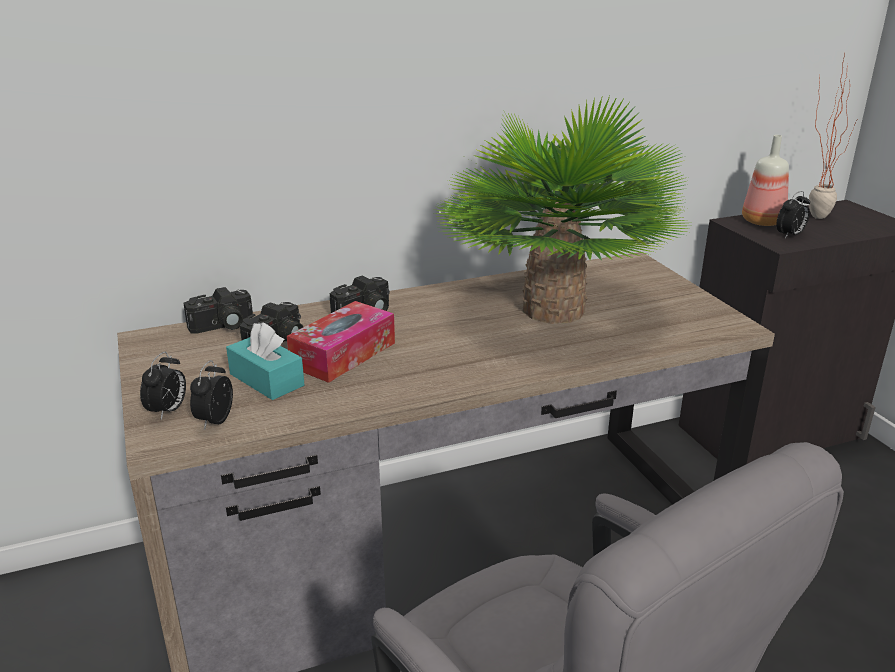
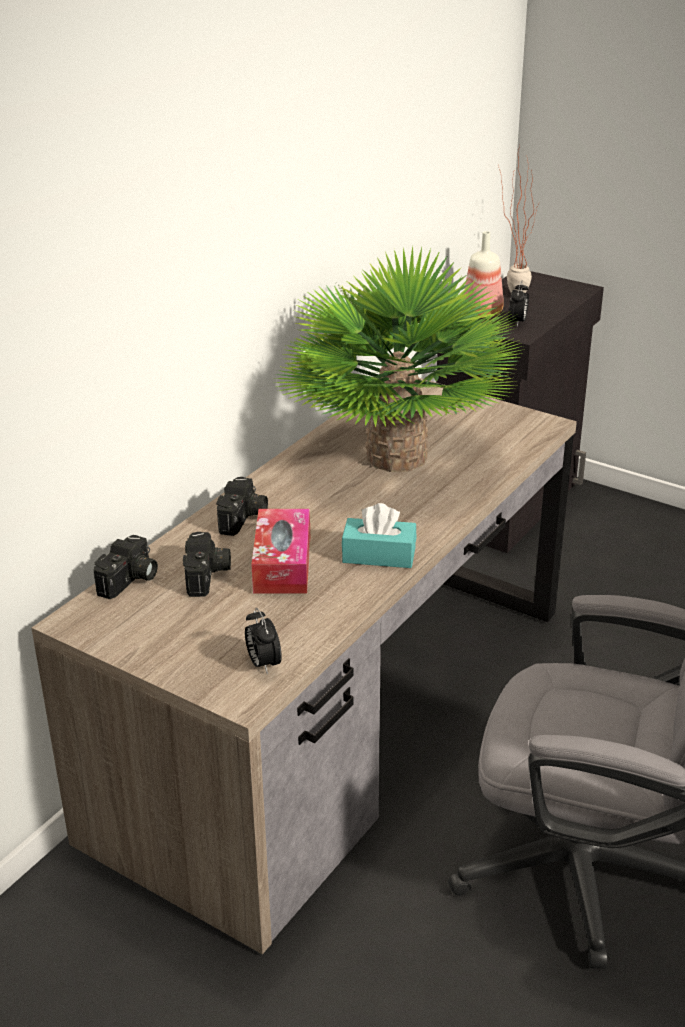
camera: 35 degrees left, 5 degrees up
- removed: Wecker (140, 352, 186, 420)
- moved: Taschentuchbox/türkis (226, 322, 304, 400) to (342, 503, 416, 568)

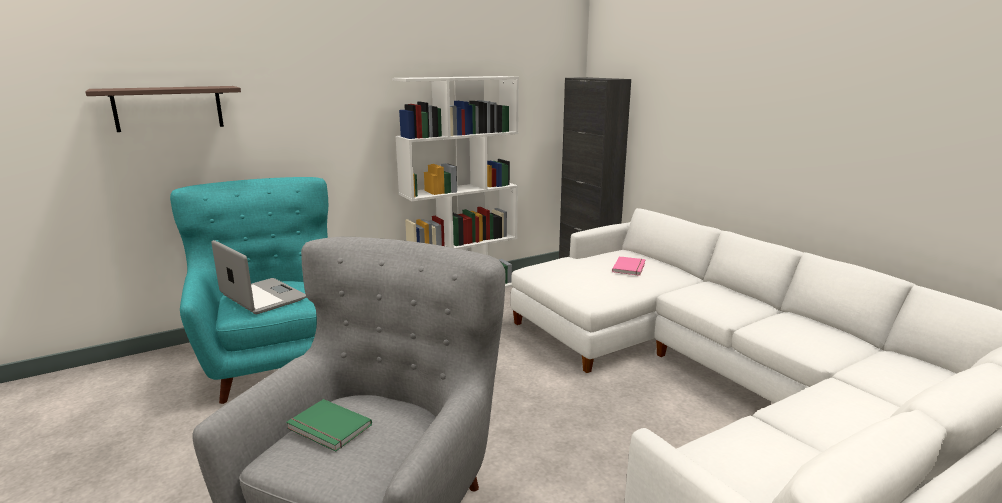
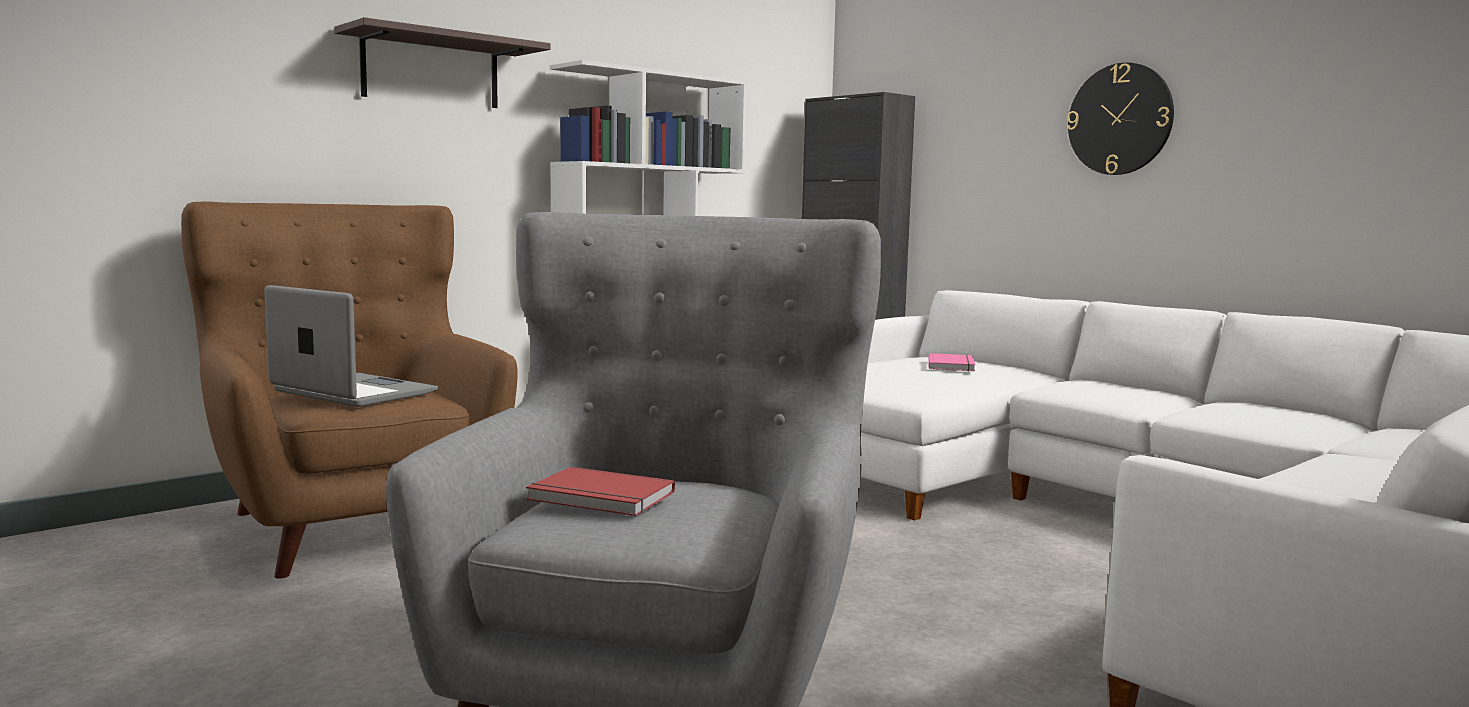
camera: 10 degrees left, 10 degrees down
- added: Wanduhr (1067, 62, 1174, 175)
- moved: Wandregal (85, 86, 241, 132) to (334, 17, 551, 108)
- recoloured: Sessel/türkis (170, 177, 328, 404) to Sessel/braun (181, 202, 518, 578)
- recoloured: Buch/grün (286, 399, 372, 452) to Buch/rot (526, 467, 675, 516)

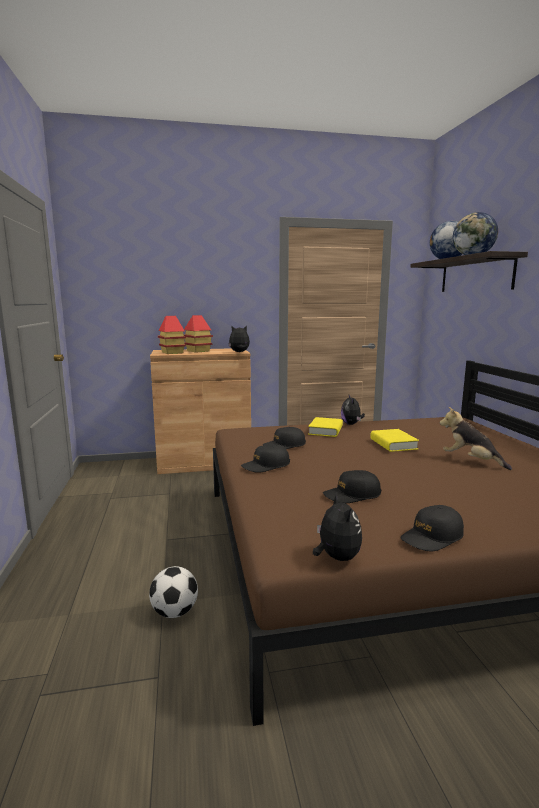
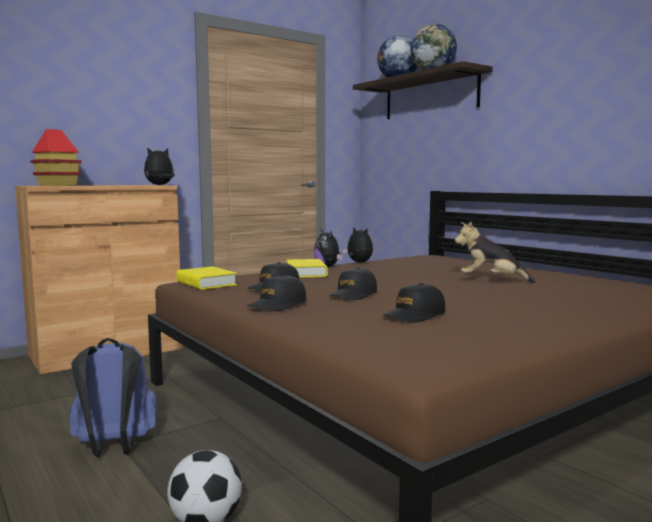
camera: 25 degrees left, 5 degrees down
- removed: Spielzeughaus (184, 315, 213, 353)
- added: Rucksack/blau (69, 338, 157, 457)
- moved: Plüschtier (313, 493, 362, 561) to (343, 227, 373, 263)
- moved: Buch/gelb (370, 429, 419, 452) to (176, 266, 237, 290)
- moved: Kappe/schwarz (400, 505, 464, 551) to (330, 267, 377, 300)

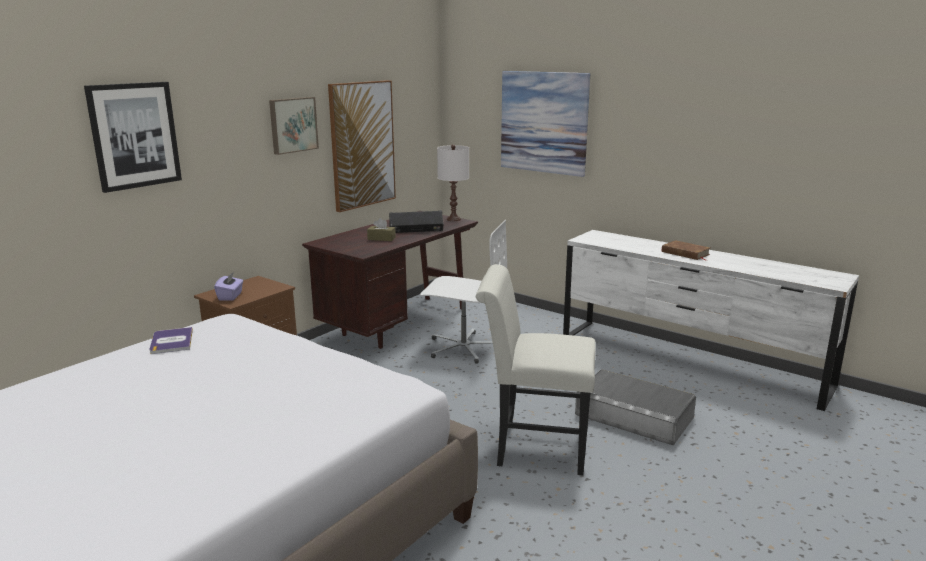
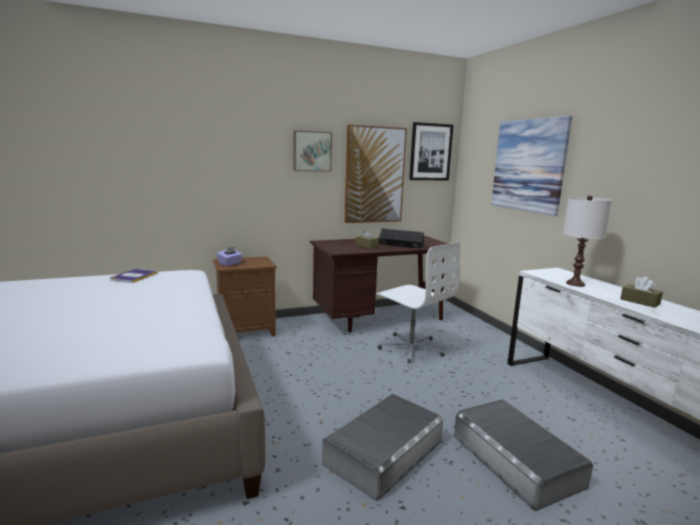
camera: 30 degrees right, 5 degrees down
- moved: Bild (84, 82, 182, 193) to (409, 122, 453, 181)
- moved: Tischlampe/weiß (437, 145, 469, 221) to (563, 195, 612, 287)
- replaced: Stuhl/weiß (476, 264, 596, 475) to Aufbewahrungsbox/grau (322, 394, 443, 501)
- replaced: Buch/braun (662, 240, 710, 261) to Taschentuchbox/braun (620, 276, 663, 308)

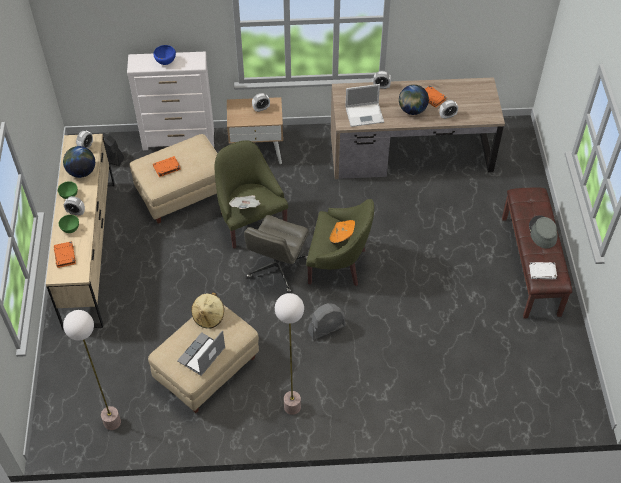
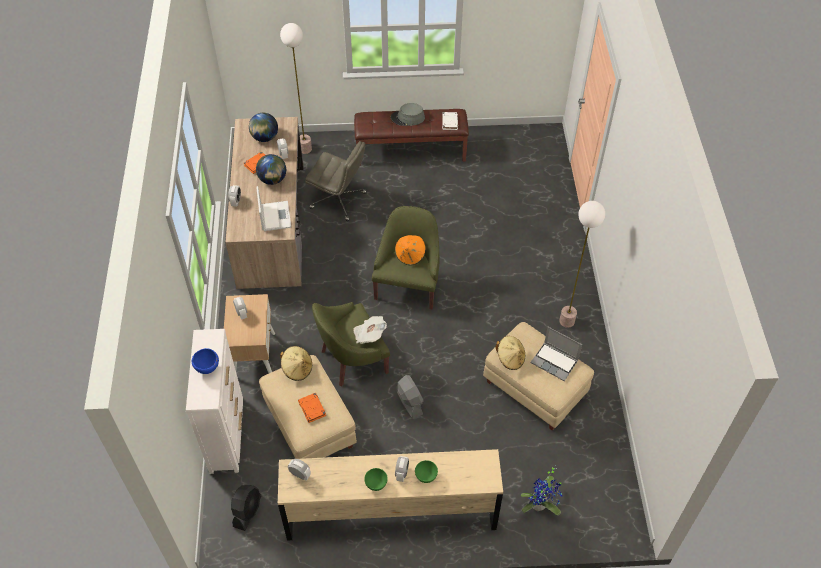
camera: 90 degrees left, 0 degrees up
- removed: Buch/orange (54, 241, 76, 268)
- added: Hut/beige (280, 346, 312, 381)
- added: Topfpflanze (521, 465, 562, 515)
- moved: Globus (63, 146, 95, 178) to (249, 113, 278, 142)
- moved: Stehlampe (63, 310, 121, 430) to (280, 23, 312, 154)
- moved: Bürostuhl/grau (244, 215, 309, 293) to (305, 141, 367, 221)
- moved: Ventilator/grau (308, 303, 346, 340) to (396, 375, 423, 419)

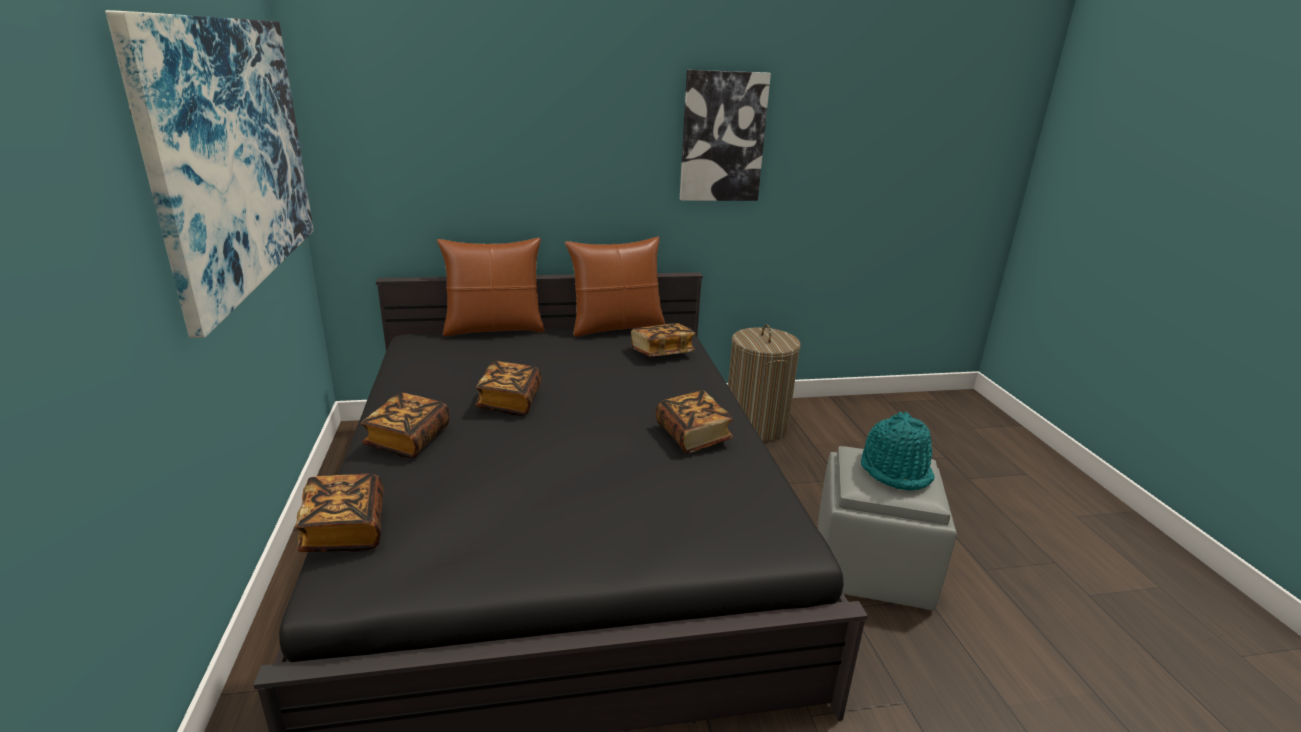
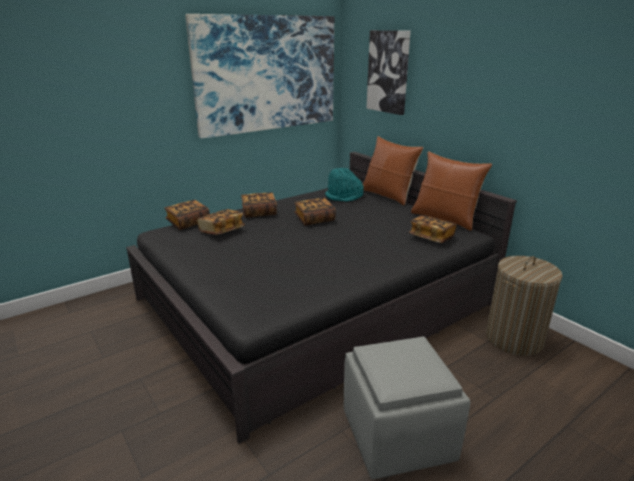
camera: 65 degrees right, 0 degrees up
- moved: Buch (656, 391, 733, 453) to (197, 209, 245, 235)
- moved: Bild (680, 70, 771, 201) to (366, 30, 411, 115)
- moved: Hut/türkis (861, 412, 935, 491) to (325, 168, 364, 201)

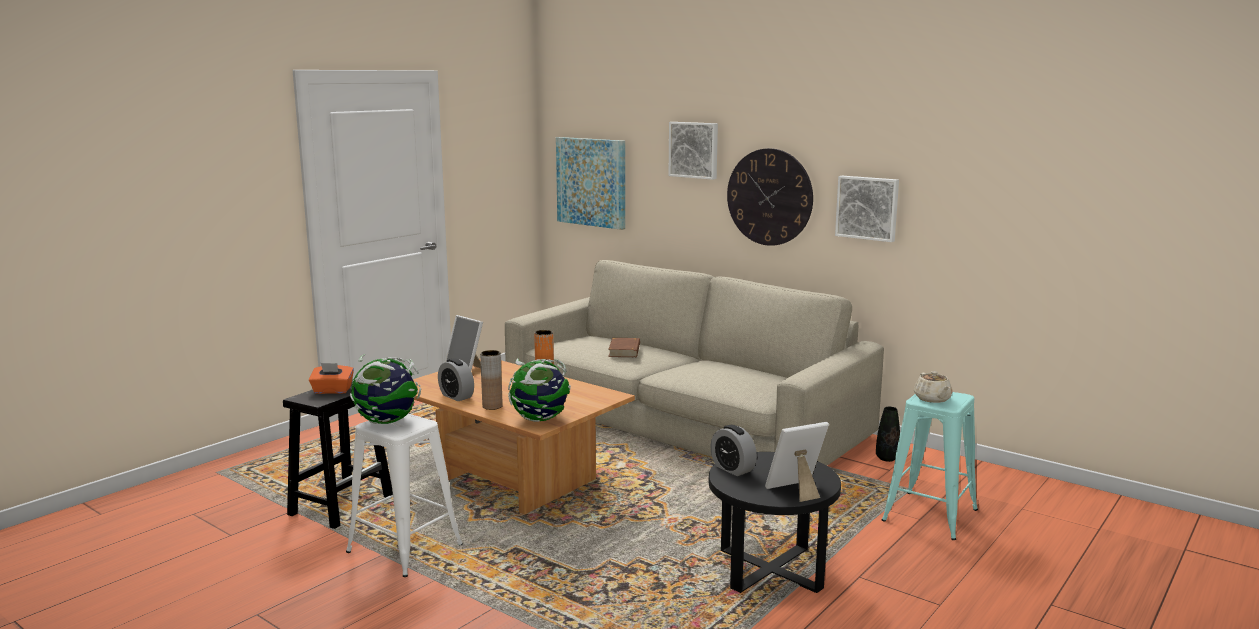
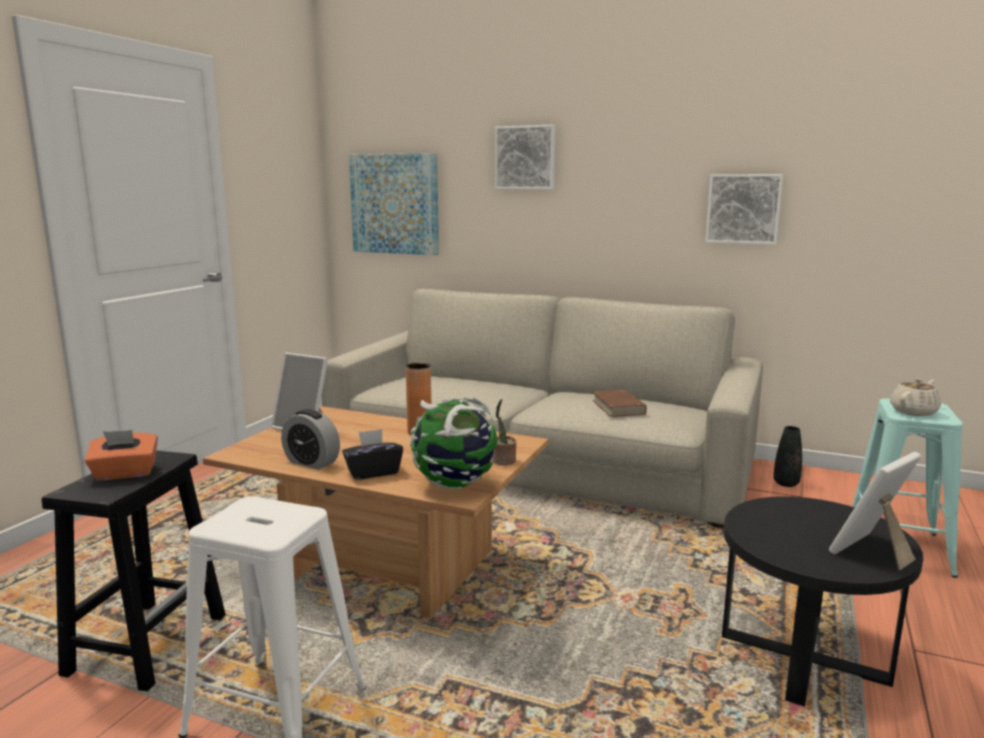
camera: 15 degrees left, 0 degrees up
- removed: Globus (350, 354, 421, 424)
- removed: Wecker (710, 425, 757, 476)
- removed: Wanduhr (727, 148, 813, 246)
- added: Topfpflanze (492, 399, 516, 465)
- moved: Buch/braun (608, 338, 640, 357) to (592, 390, 647, 417)
- replaced: Vase/braun (480, 350, 503, 410) to Taschentuchbox/schwarz (342, 429, 403, 480)
- turned: Teekanne/beige (914, 371, 952, 403) = (890, 378, 941, 416) 105 degrees counterclockwise

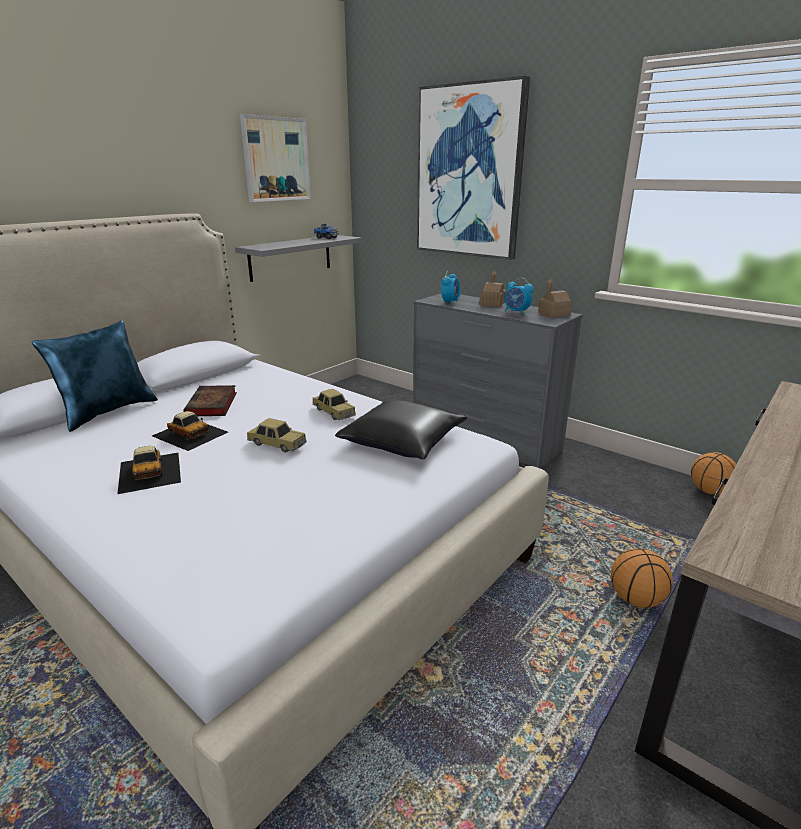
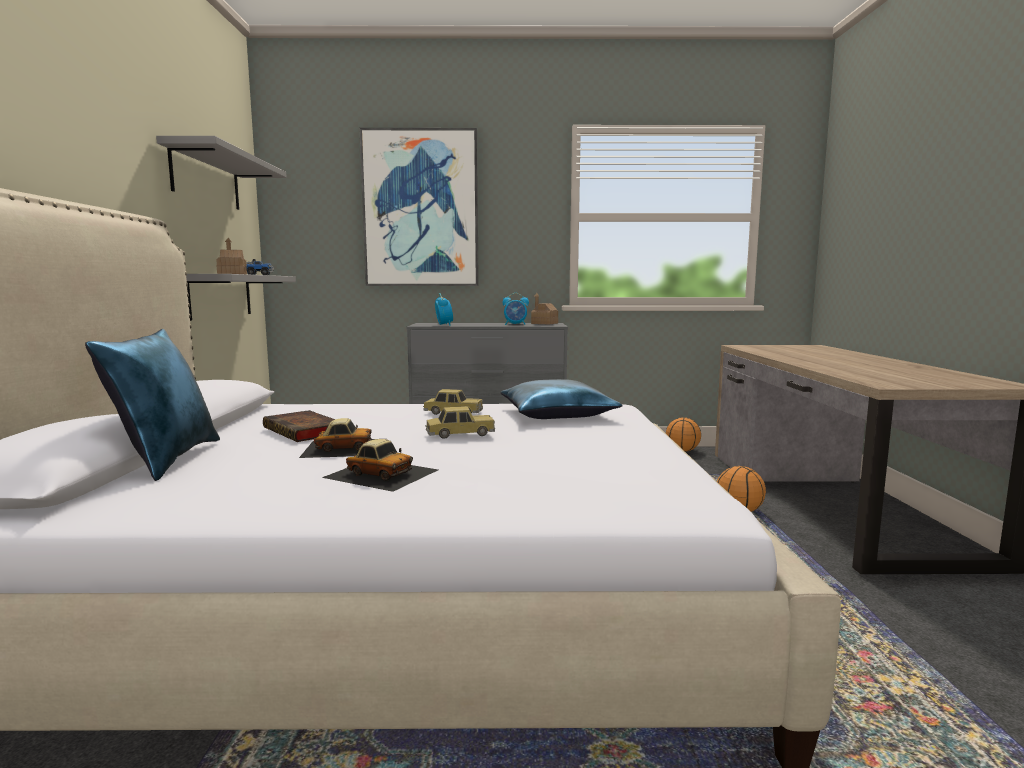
camera: 40 degrees left, 15 degrees down
- moved: Spielzeughaus (479, 271, 506, 307) to (216, 238, 247, 274)
- replaced: Bild (240, 114, 311, 202) to Wandregal/grau (156, 136, 287, 210)
- recoloured: Kissen/schwarz (335, 400, 467, 459) to Kissen/blau (501, 379, 622, 419)

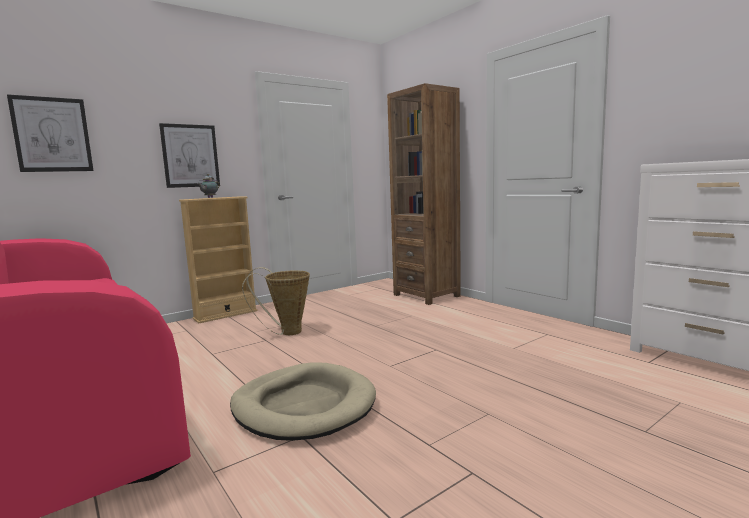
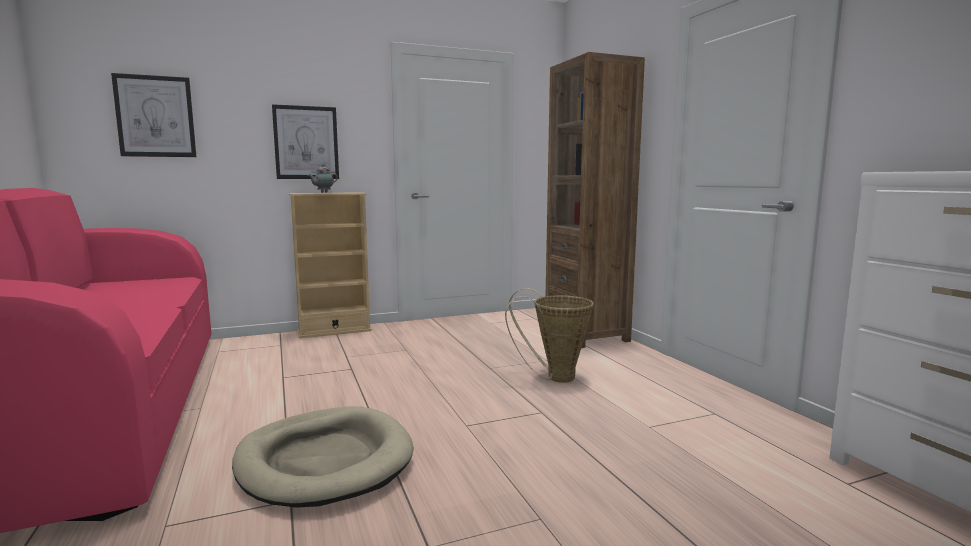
camera: 15 degrees right, 0 degrees up
- moved: Korb (242, 267, 310, 335) to (505, 288, 594, 383)

